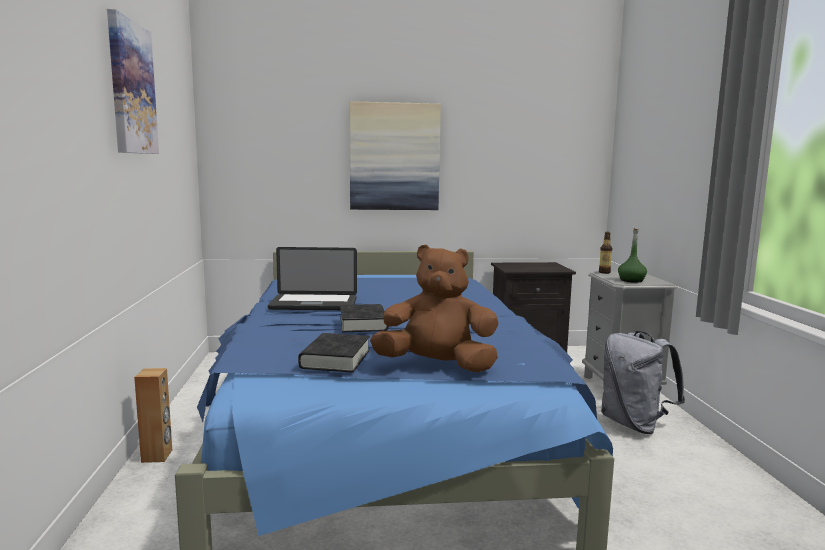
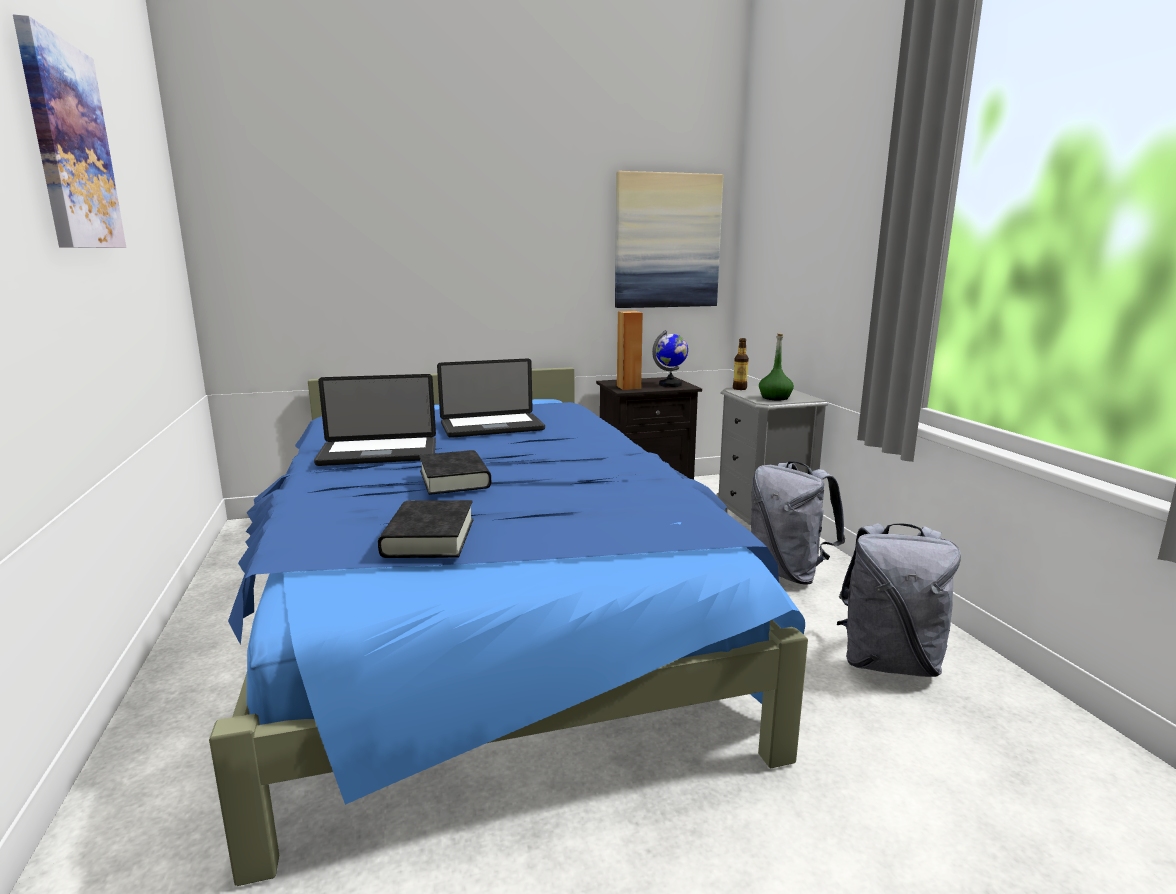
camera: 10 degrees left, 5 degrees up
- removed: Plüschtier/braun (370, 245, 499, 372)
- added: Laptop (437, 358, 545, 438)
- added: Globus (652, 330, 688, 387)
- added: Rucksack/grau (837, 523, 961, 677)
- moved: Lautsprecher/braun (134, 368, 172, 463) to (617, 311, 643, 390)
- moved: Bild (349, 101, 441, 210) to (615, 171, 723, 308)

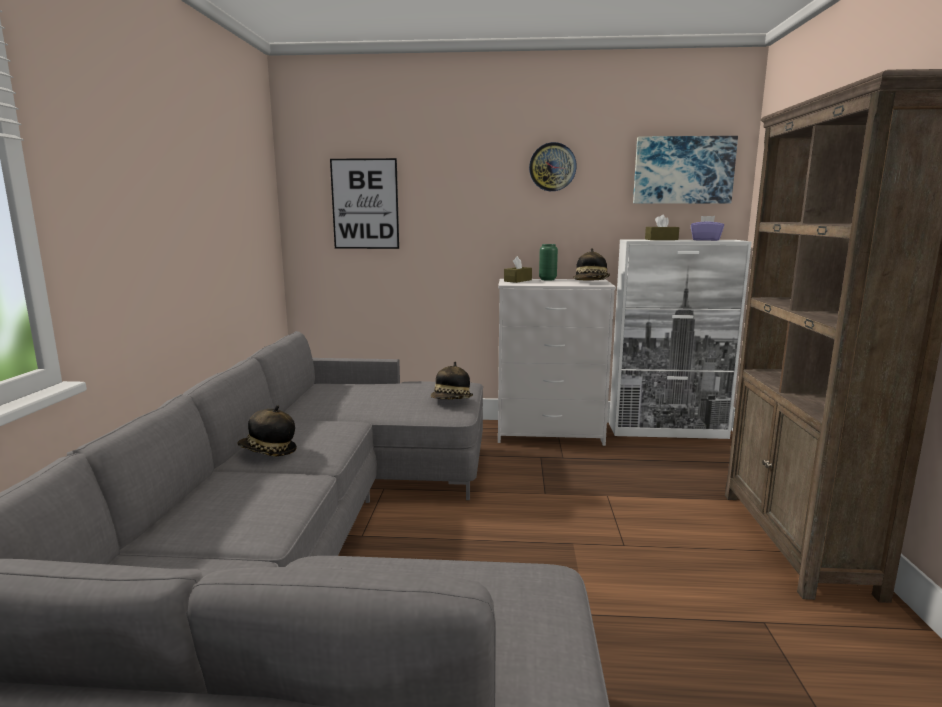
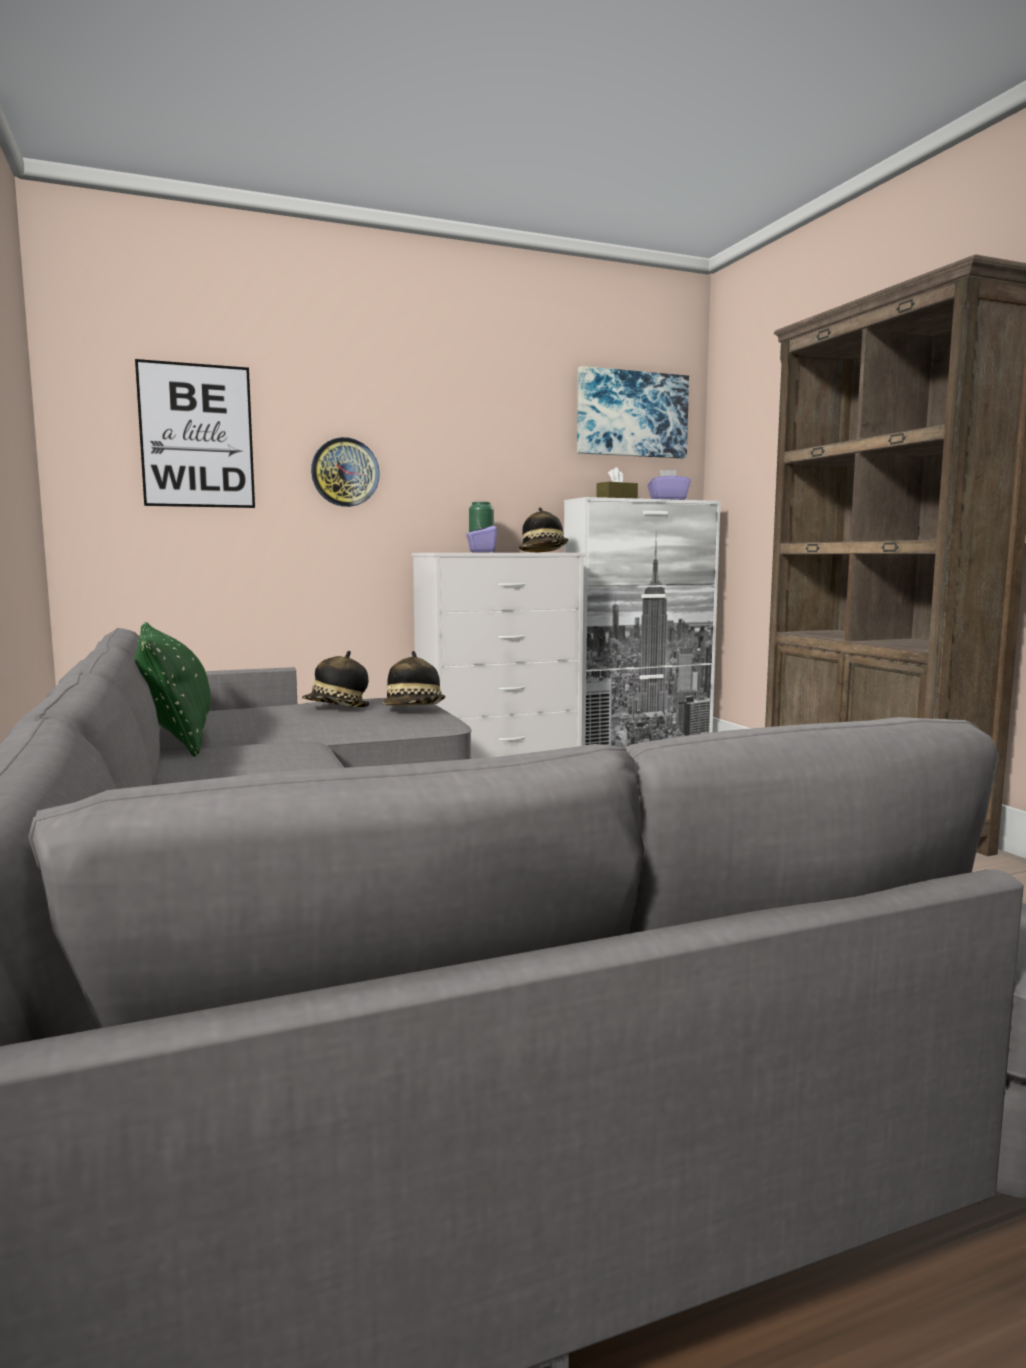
camera: 25 degrees left, 5 degrees down
- removed: Taschentuchbox/braun (504, 256, 532, 283)
- added: Kissen/grün (134, 622, 211, 757)
- added: Taschentuchbox/lila (466, 519, 497, 552)
- moved: Hut (237, 405, 297, 456) to (302, 651, 369, 707)
- moved: Wanduhr (529, 142, 577, 191) to (311, 437, 380, 507)

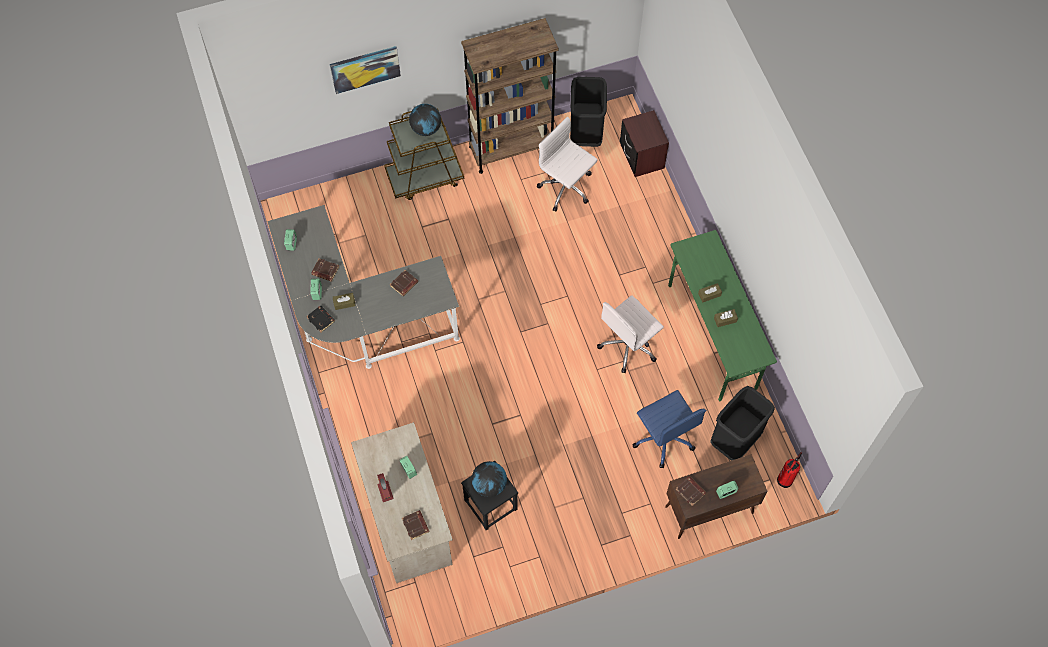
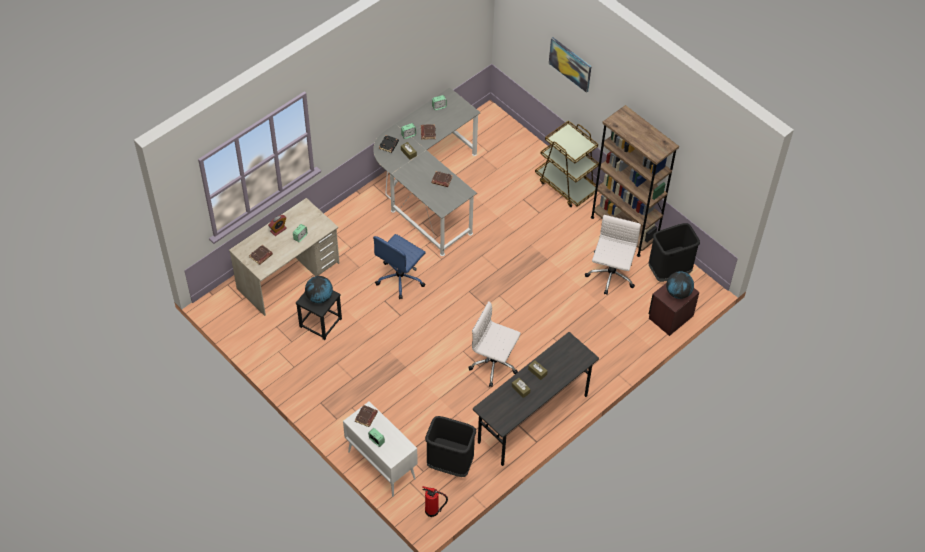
camera: 65 degrees right, 10 degrees down
- moved: Globus (409, 104, 441, 136) to (666, 271, 694, 299)
- moved: Bürostuhl/blau (632, 390, 706, 468) to (373, 234, 426, 299)
- recoloured: Schrank/braun (665, 454, 768, 539) to Schrank/weiß (343, 401, 418, 497)
- recoloured: Schreibtisch/grün (668, 230, 777, 402) to Schreibtisch/grau (473, 332, 599, 466)

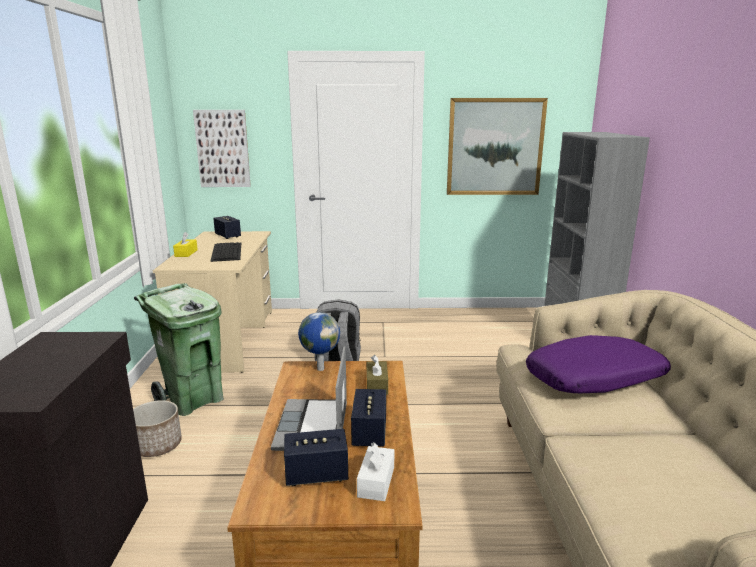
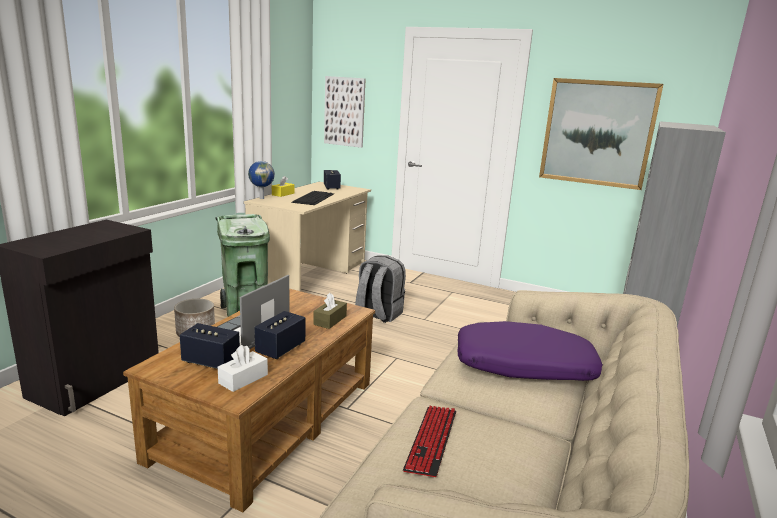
camera: 25 degrees right, 0 degrees up
- added: Tastatur (403, 406, 456, 477)
- moved: Globus (298, 312, 340, 371) to (248, 161, 275, 199)

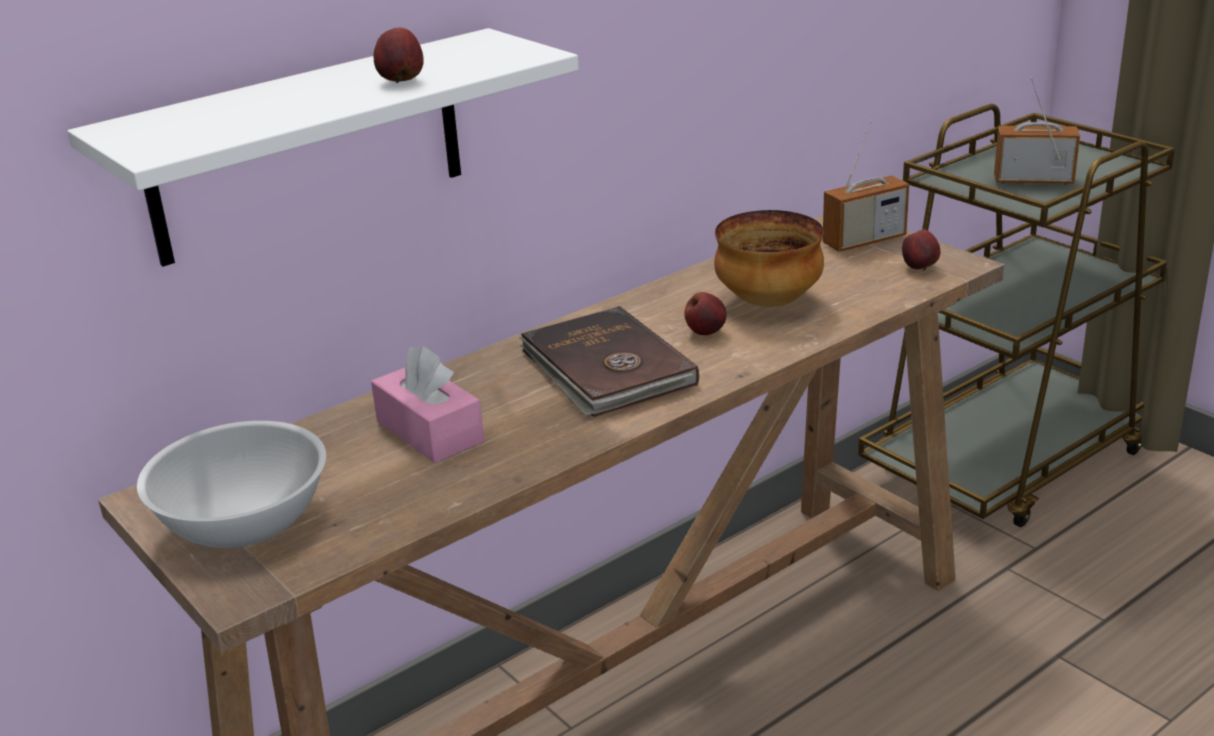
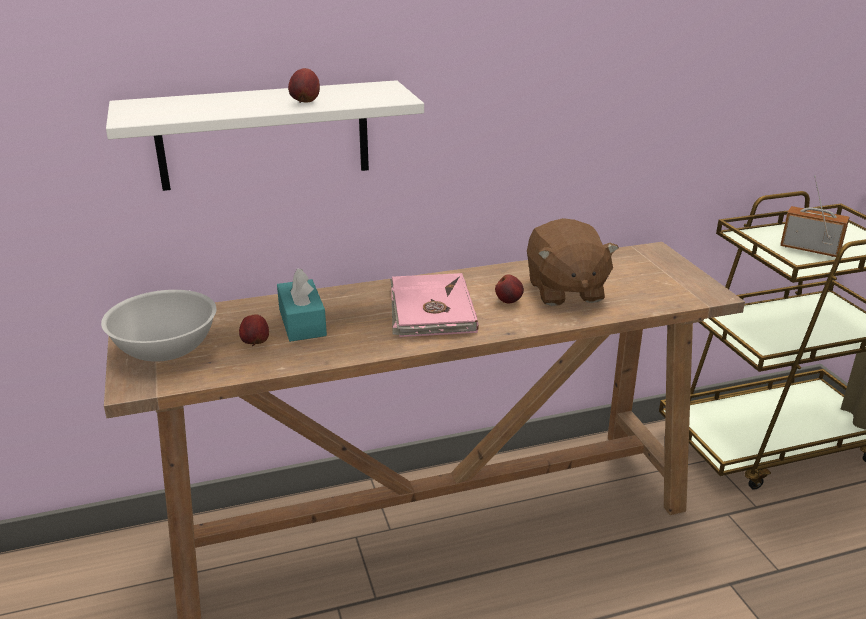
camera: 20 degrees right, 0 degrees up
- removed: Radio (823, 119, 909, 252)
- moved: Apfel (902, 230, 940, 271) to (239, 314, 269, 346)
- replaced: Schüssel (714, 210, 824, 307) to Plüschtier/braun (527, 218, 619, 306)
- recoloured: Taschentuchbox/rosa (371, 346, 484, 463) to Taschentuchbox/türkis (277, 268, 327, 342)
- recoloured: Buch/braun (519, 306, 699, 417) to Buch/rosa (390, 273, 479, 337)

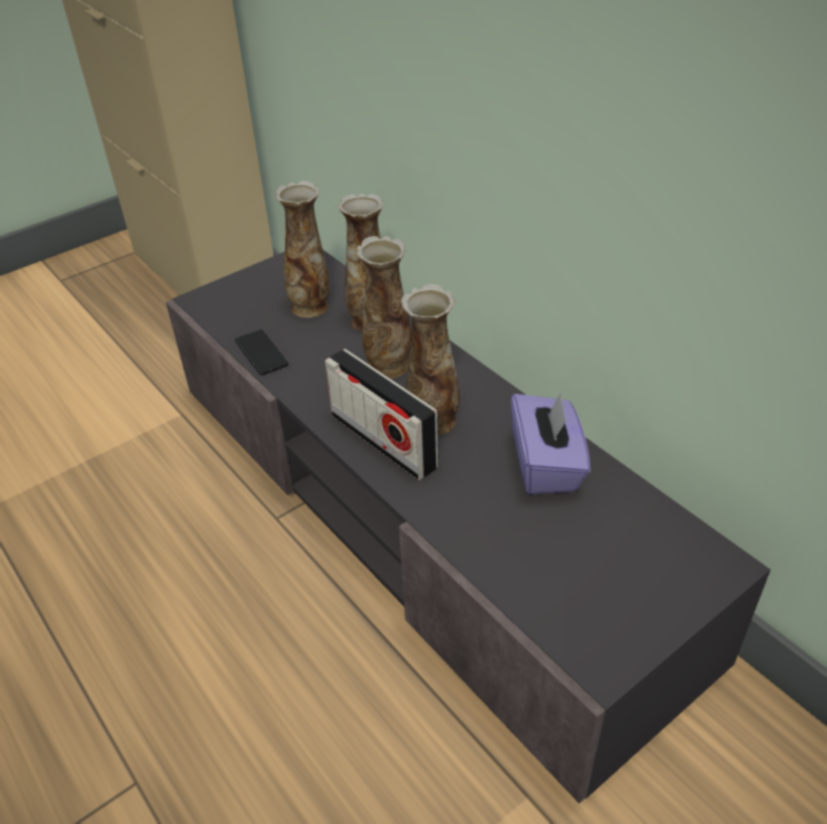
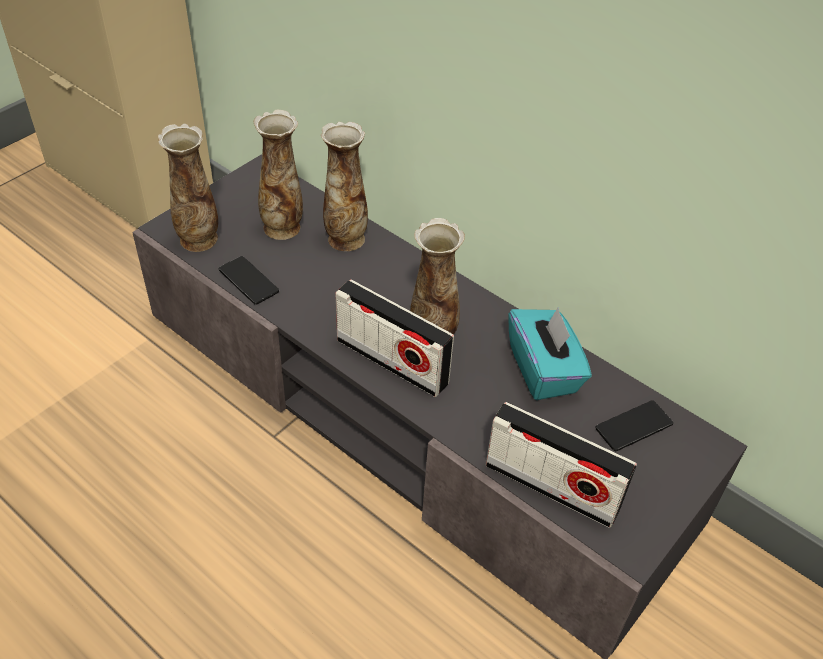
camera: 15 degrees left, 5 degrees up
- added: Radio (486, 402, 637, 528)
- added: Handy (595, 400, 673, 451)
- moved: Vase (357, 236, 411, 379) to (158, 123, 218, 252)
- recoloured: Taschentuchbox/lila (511, 392, 590, 495) to Taschentuchbox/türkis (508, 306, 592, 400)

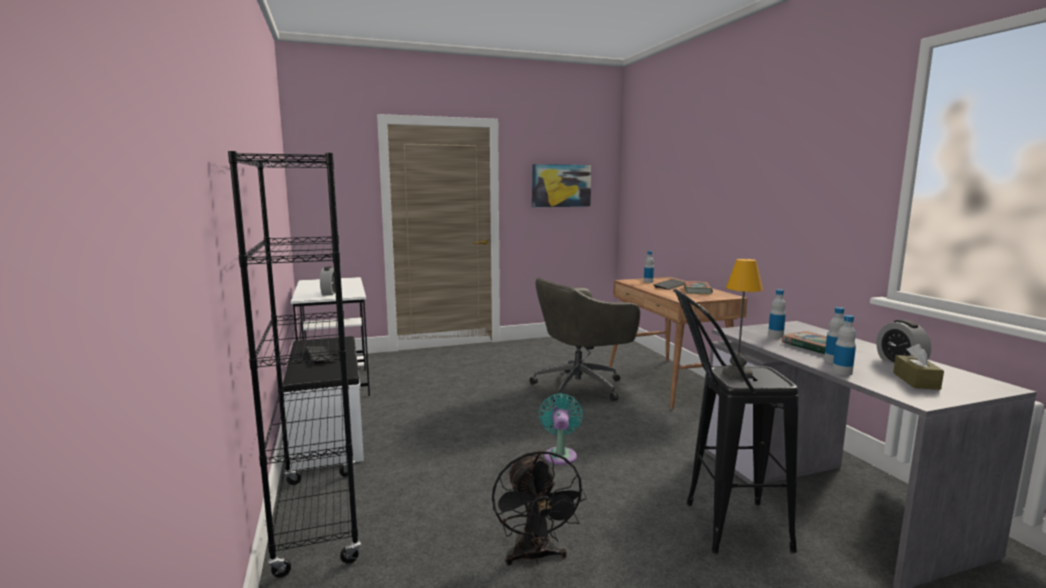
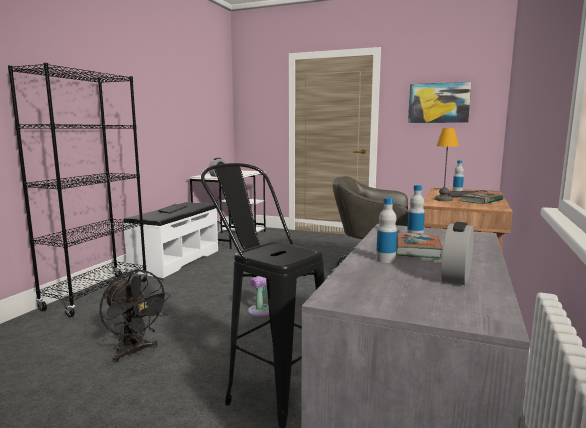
camera: 40 degrees right, 0 degrees up
- removed: Flasche (832, 315, 856, 376)
- removed: Taschentuchbox/braun (893, 344, 944, 390)
- moved: Tischlampe (722, 259, 763, 379) to (434, 128, 458, 201)
- turned: Ventilator/schwarz (492, 450, 587, 566) = (100, 270, 171, 363) 75 degrees counterclockwise

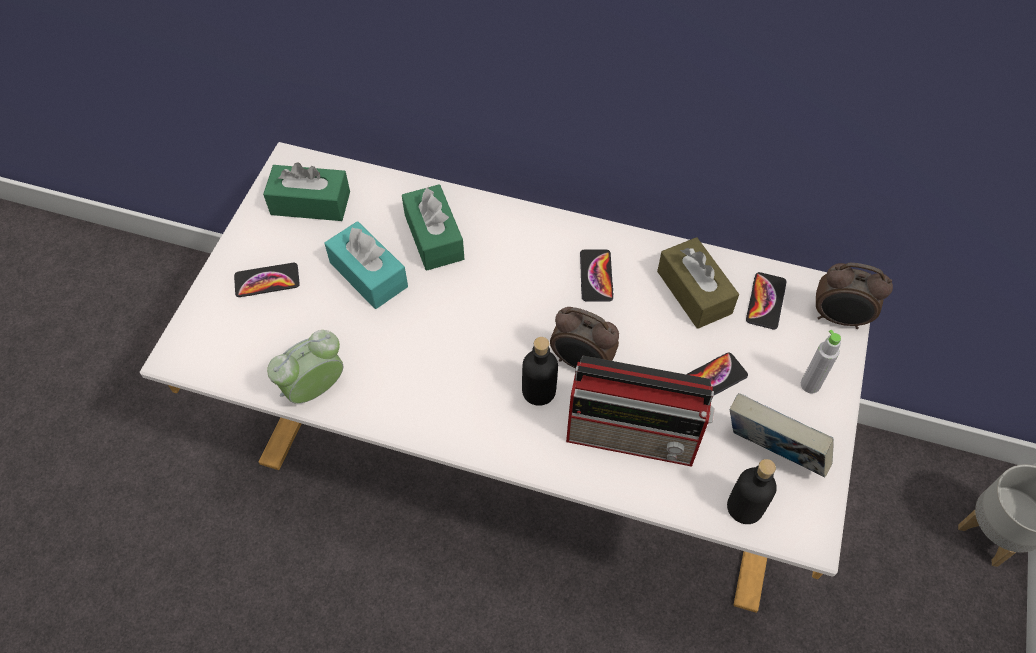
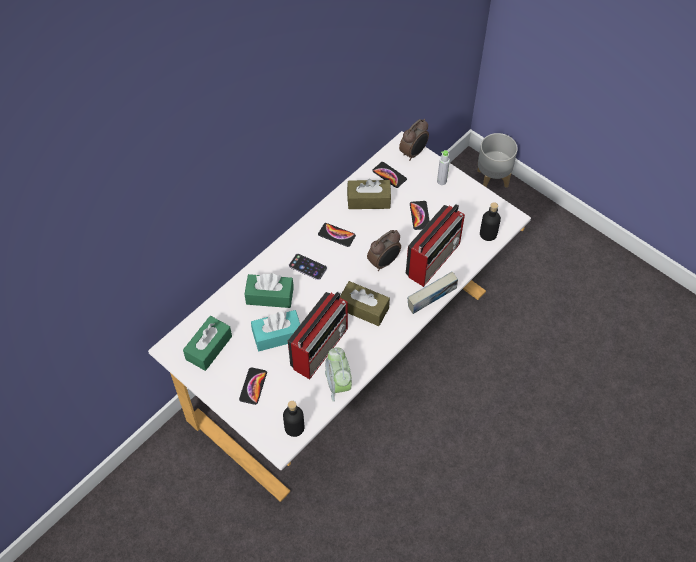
camera: 65 degrees left, 0 degrees up
- added: Radio (288, 292, 348, 379)
- added: Handy (289, 254, 327, 280)
- added: Taschentuchbox/braun (340, 281, 390, 326)
- moved: Flasche/schwarz (522, 337, 558, 406) to (283, 401, 304, 437)
- moved: Buch (730, 393, 834, 477) to (407, 272, 458, 314)

